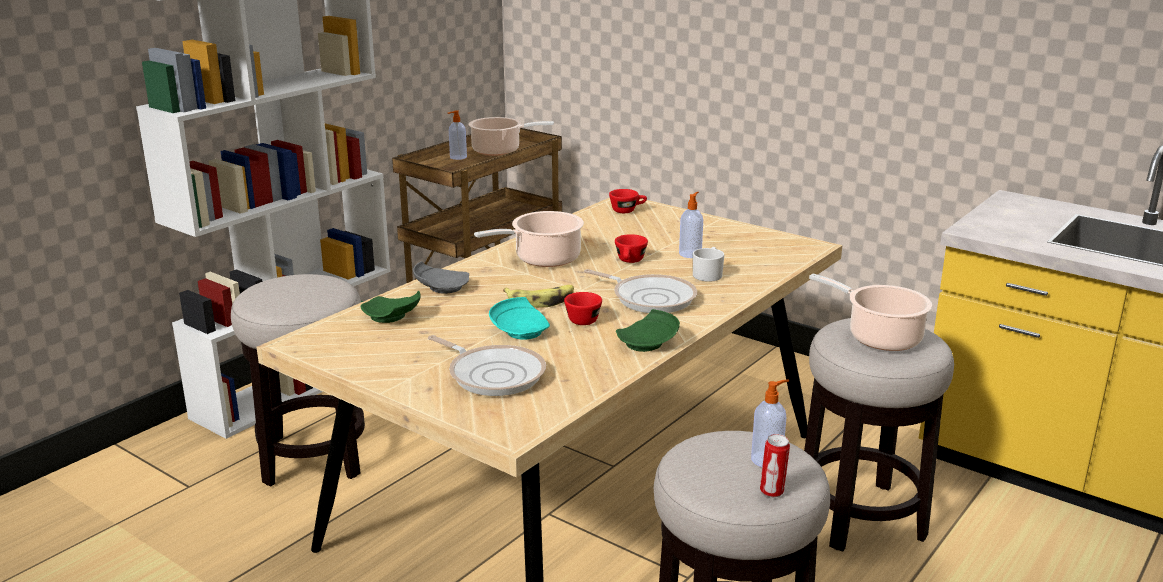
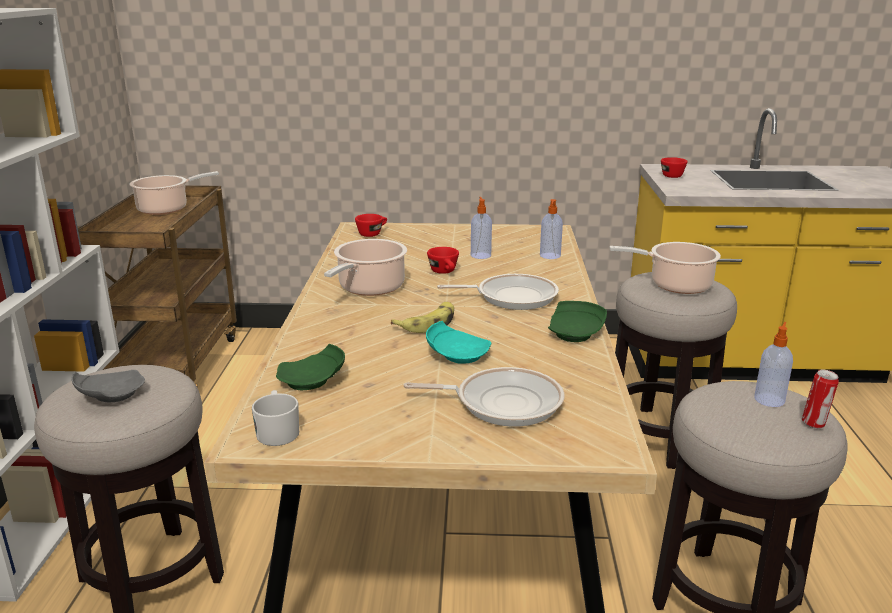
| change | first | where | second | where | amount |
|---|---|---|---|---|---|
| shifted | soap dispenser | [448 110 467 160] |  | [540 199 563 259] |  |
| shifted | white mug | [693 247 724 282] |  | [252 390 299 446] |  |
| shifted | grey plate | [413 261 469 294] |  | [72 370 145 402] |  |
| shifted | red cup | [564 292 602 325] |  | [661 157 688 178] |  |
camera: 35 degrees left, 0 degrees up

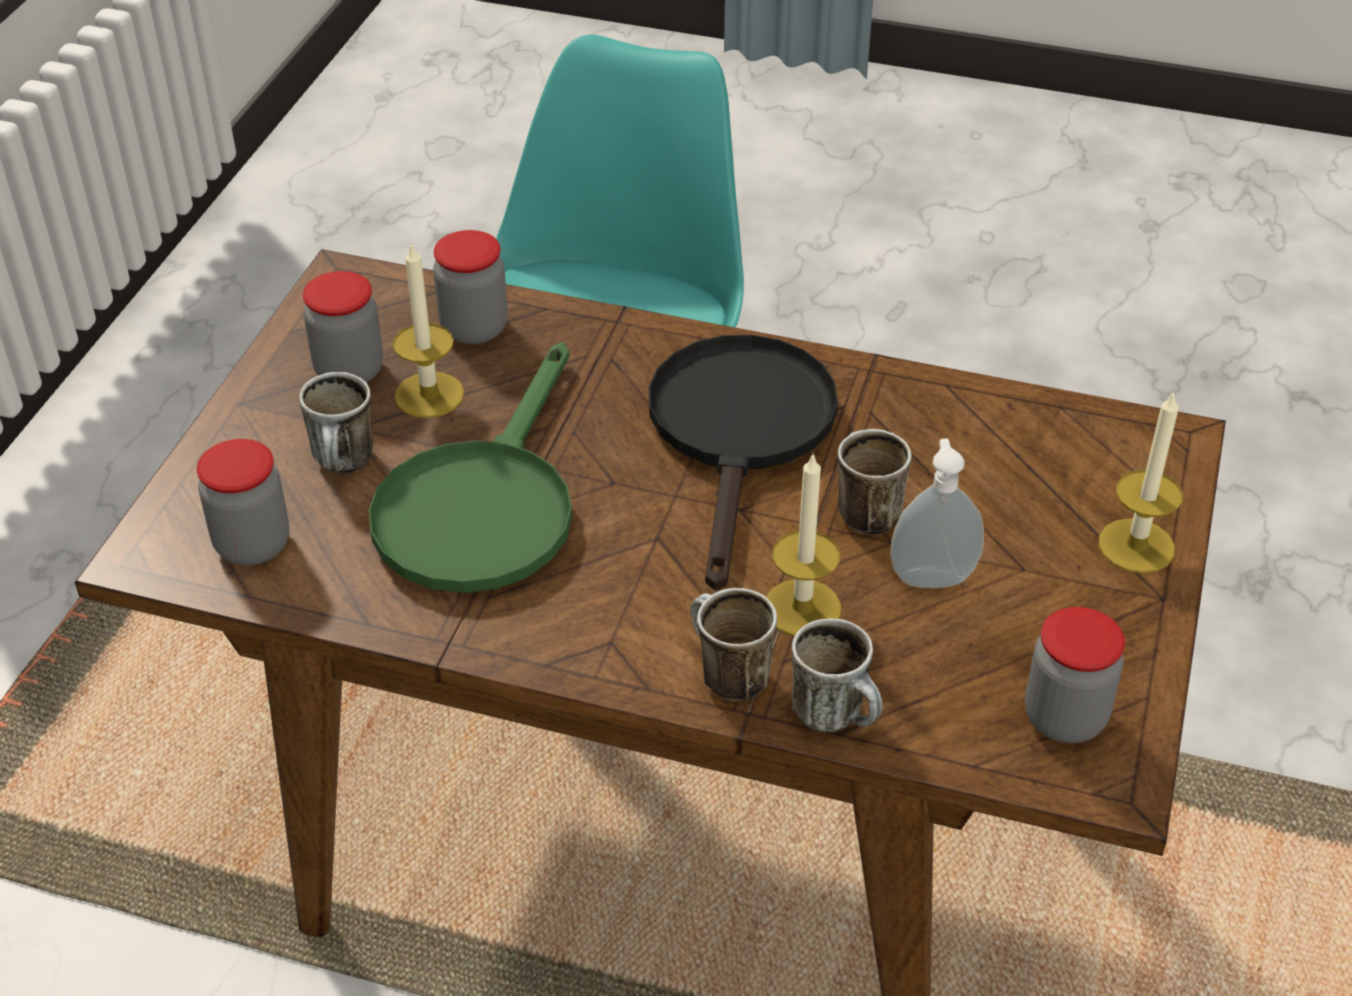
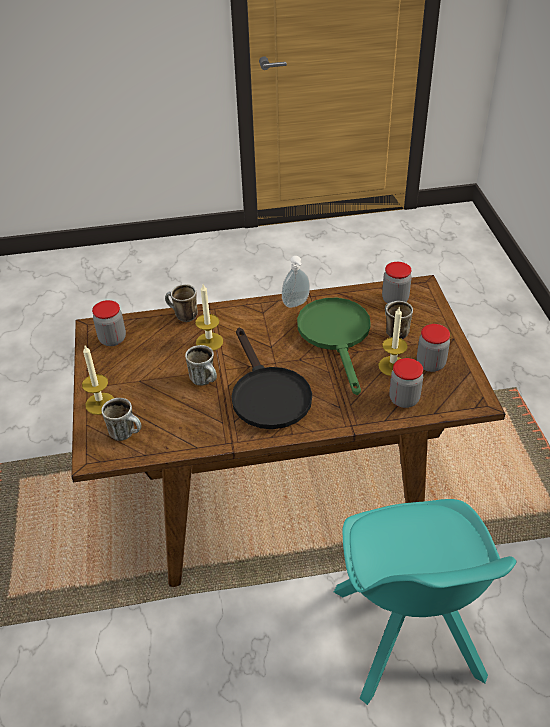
| change | first | where | second | where | amount |
|---|---|---|---|---|---|
| shifted | soap dispenser | [890 439 984 588] |  | [282 256 310 308] |  |
| shifted | mug | [690 588 777 701] |  | [101 398 141 441] |  |
camera: 155 degrees right, 0 degrees up

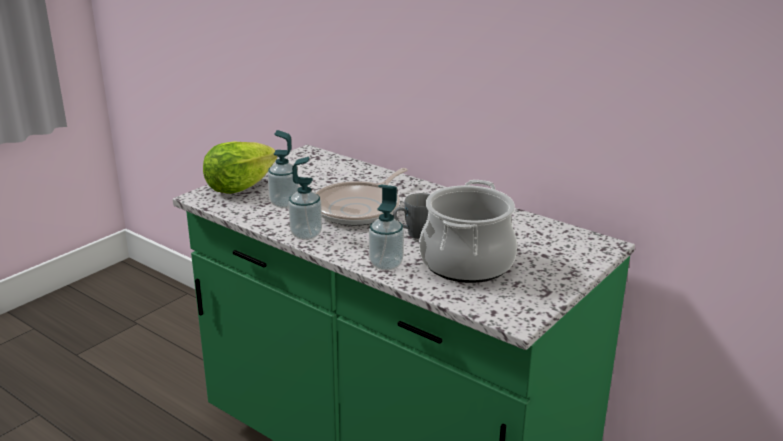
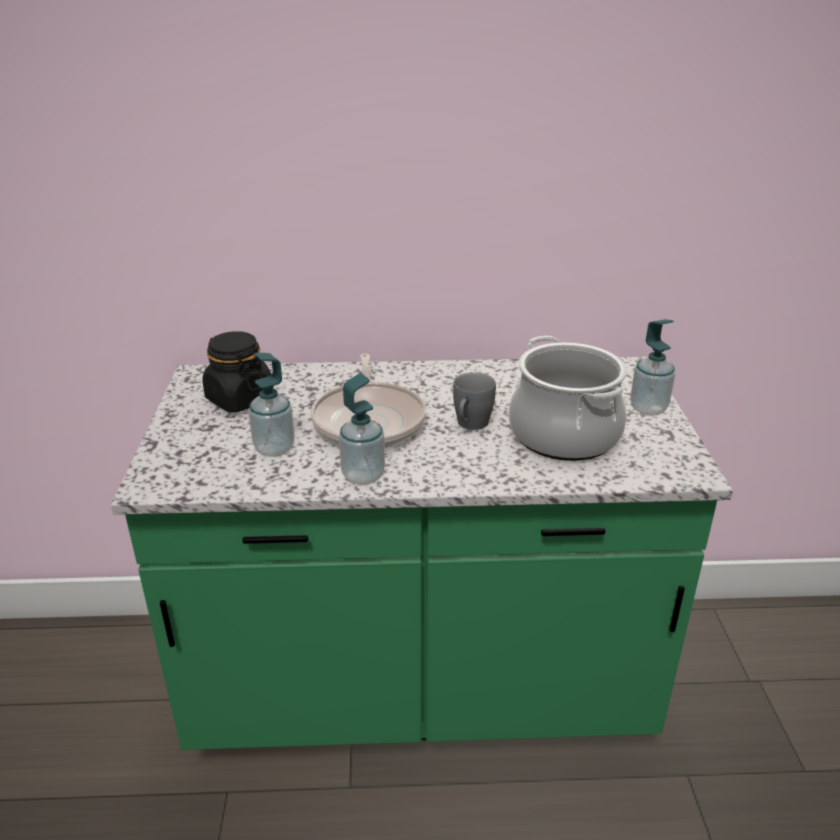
| change | first | where | second | where | amount |
|---|---|---|---|---|---|
| gone | lettuce | [203 141 277 194] |  |  |  |
| shifted | soap dispenser | [369 184 404 270] |  | [630 319 675 416] |  |
| new |  |  | black jar | [202 331 273 412] |  |
camera: 40 degrees left, 5 degrees up

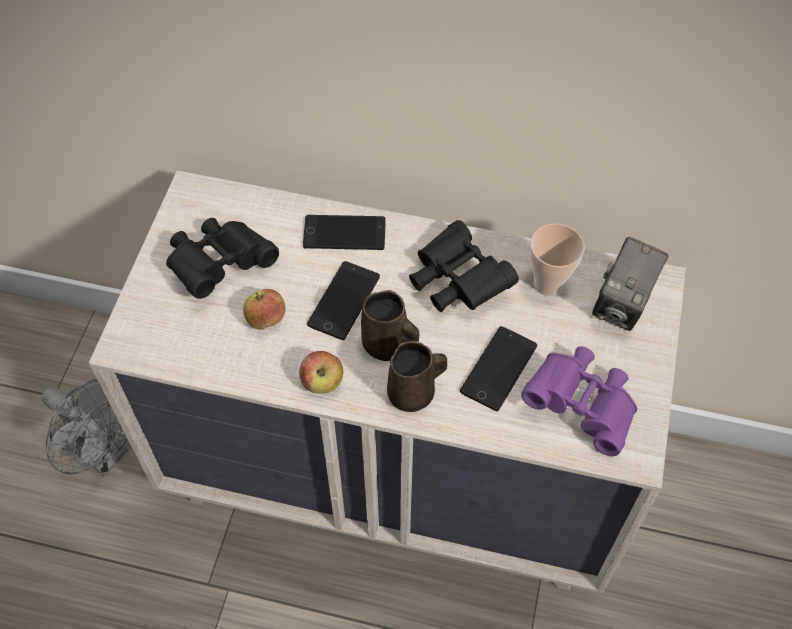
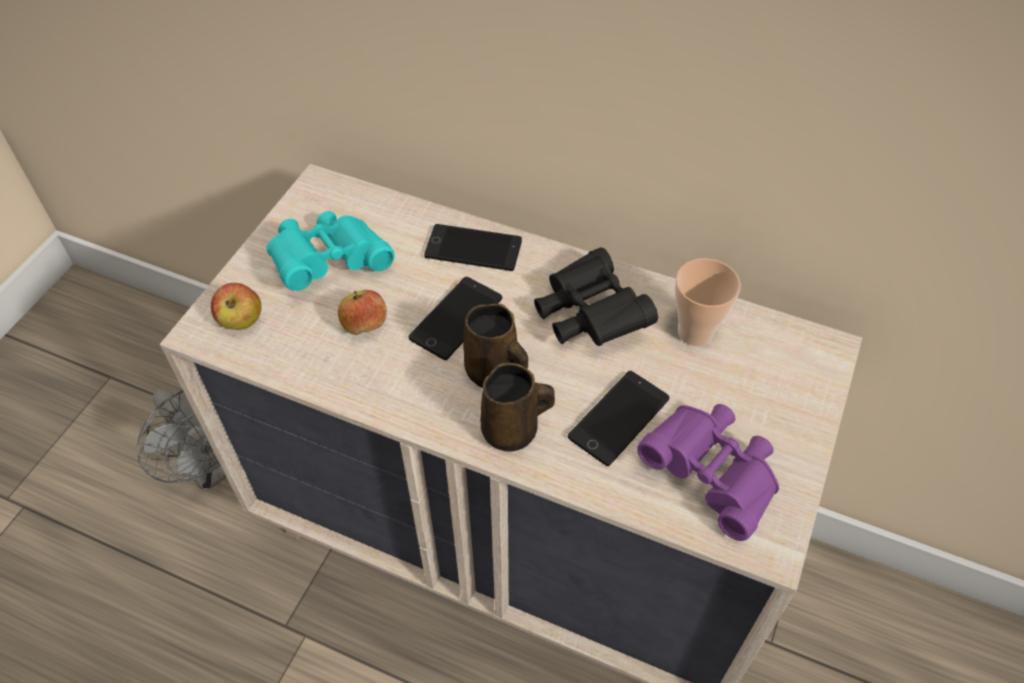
| change | first | where | second | where | amount |
|---|---|---|---|---|---|
| repainted | black binoculars | [166 218 279 299] | turquoise binoculars | [267 211 395 291] |  |
| gone | photo camera | [592 237 669 331] |  |  |  |
| shifted | apple | [299 351 343 394] |  | [211 283 261 330] |  |
camera: 10 degrees right, 5 degrees down

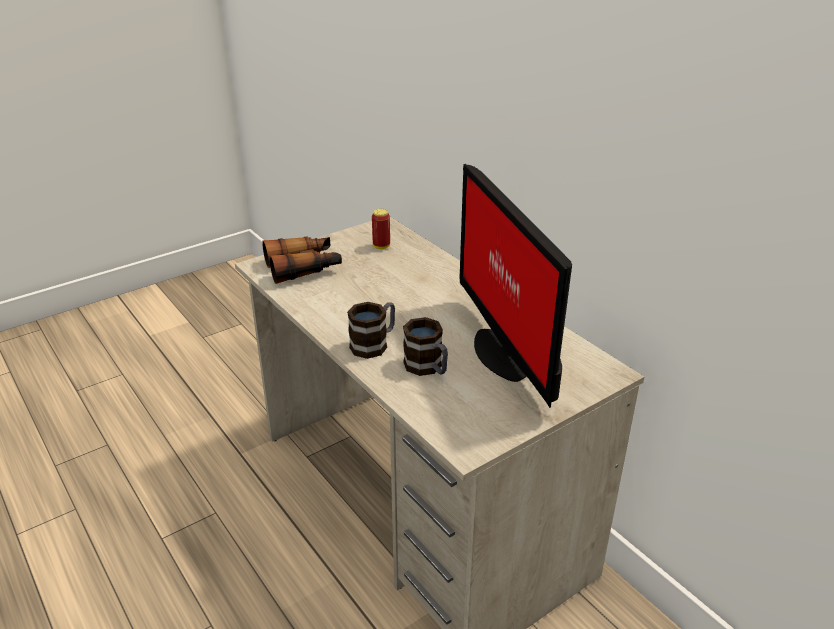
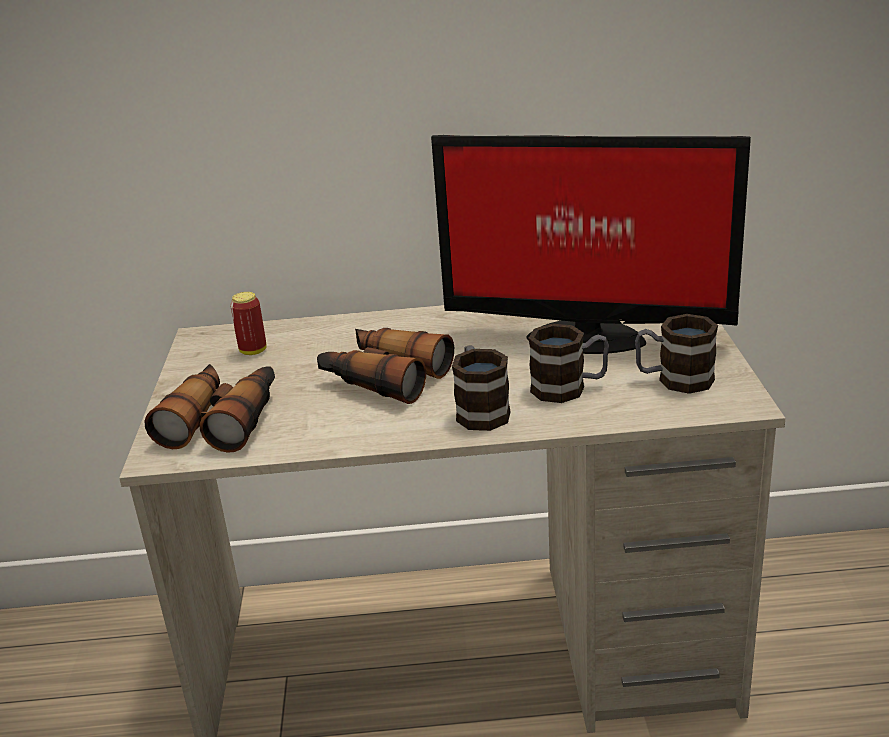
| change | first | where | second | where | amount |
|---|---|---|---|---|---|
| new |  |  | mug | [635 314 718 394] |  |
| new |  |  | binoculars | [317 328 454 404] |  |
camera: 55 degrees left, 5 degrees down

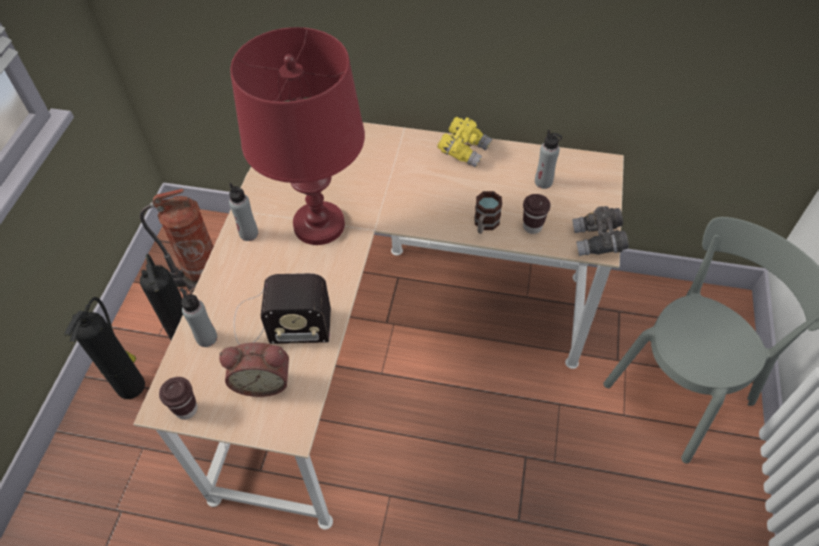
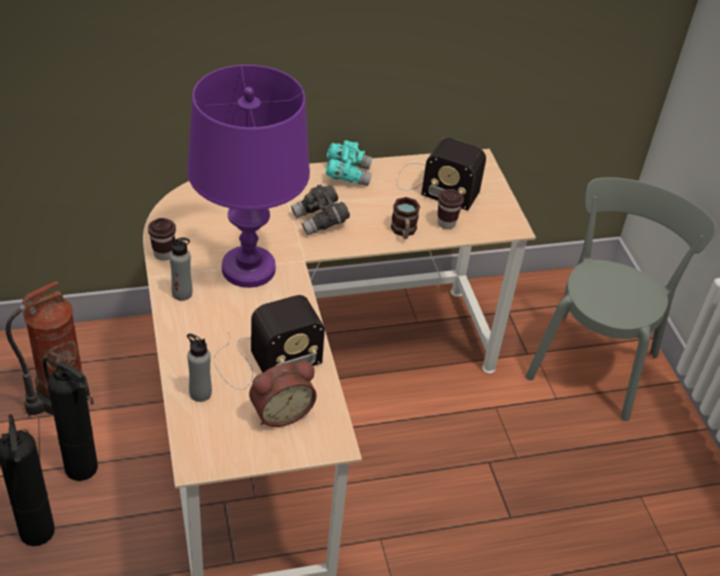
| change | first | where | second | where | amount |
|---|---|---|---|---|---|
| repainted | red table lamp | [230 27 365 245] | purple table lamp | [187 65 310 288] |  |
| repainted | yellow binoculars | [437 117 492 168] | turquoise binoculars | [325 140 372 186] |  |
| swapped | grey bottle | [535 130 562 189] | radio | [397 138 486 211] |  |
| shifted | grey binoculars | [572 206 629 256] |  | [291 185 350 235] |  |
| shifted | brown cup | [159 377 198 420] |  | [148 218 176 261] |  |
camera: 30 degrees left, 10 degrees down

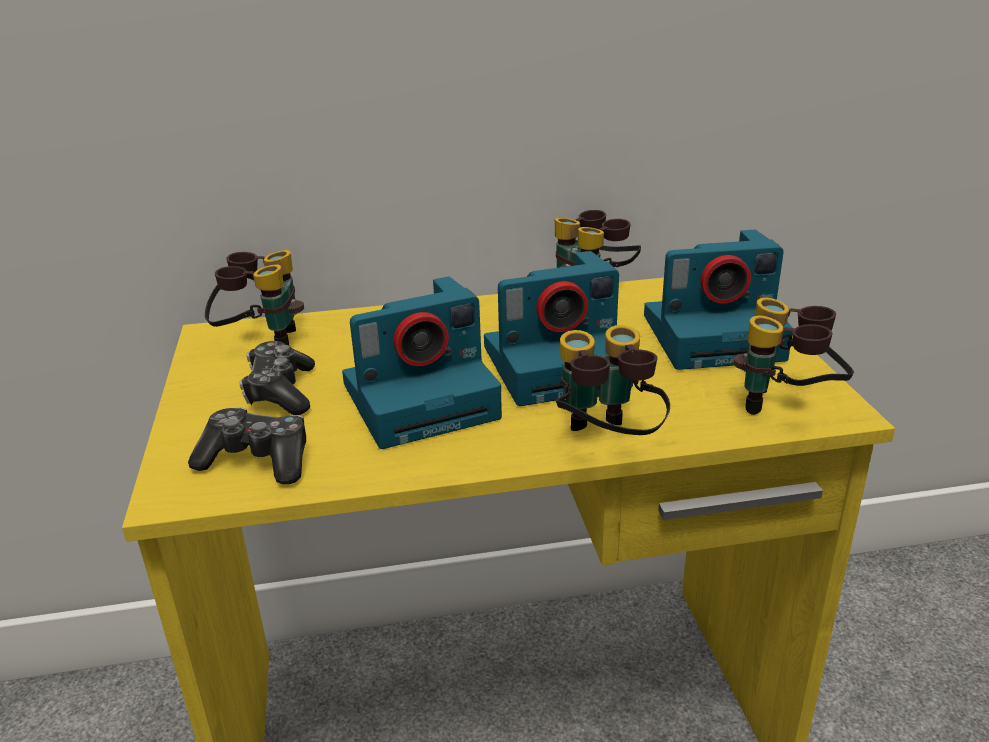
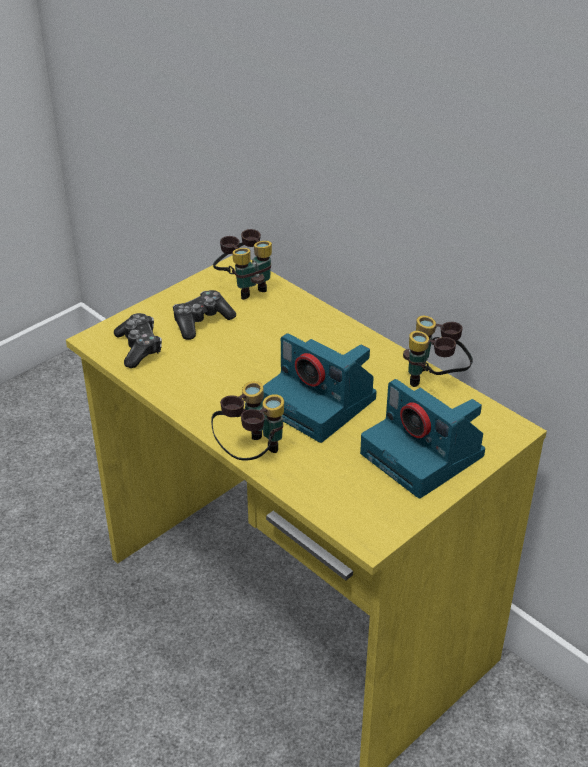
| change | first | where | second | where | amount |
|---|---|---|---|---|---|
| gone | photo camera | [342 276 502 449] |  |  |  |
| gone | binoculars | [733 298 854 415] |  |  |  |
camera: 55 degrees right, 10 degrees up

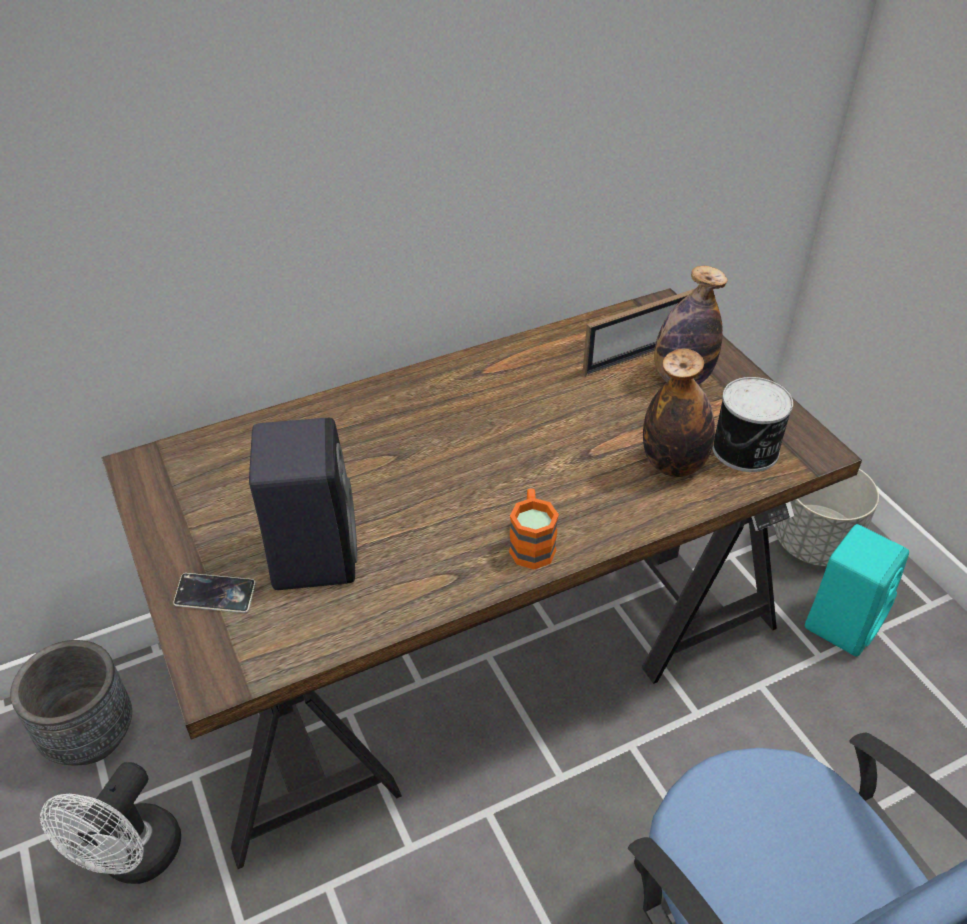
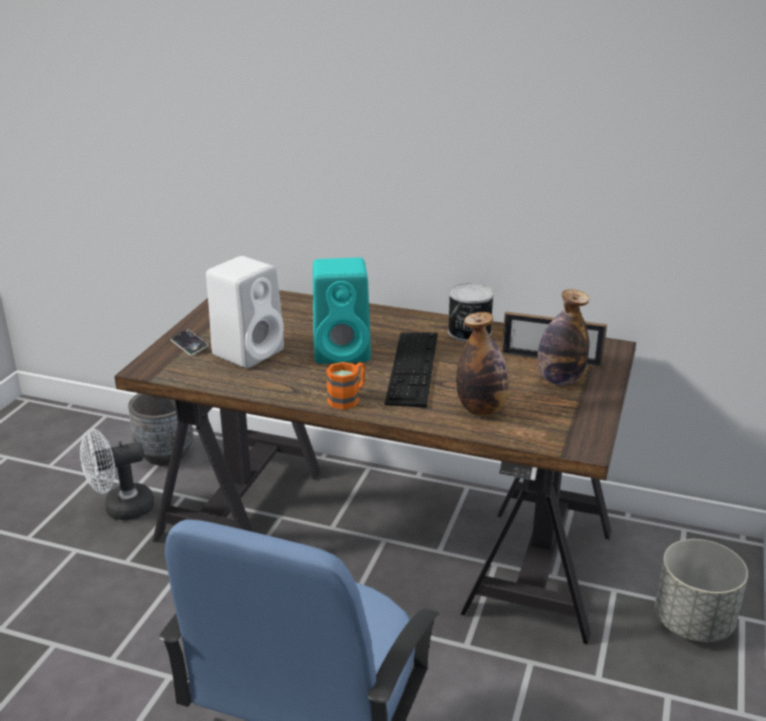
| change | first | where | second | where | amount |
|---|---|---|---|---|---|
| shifted | can | [712 377 793 472] |  | [448 283 494 342] |  |
| repainted | black speaker | [249 418 357 590] | white speaker | [206 256 284 368] |  |
| shifted | turquoise speaker | [805 524 909 657] |  | [313 258 371 364] |  |
| new |  |  | keyboard | [385 332 438 408] |  |
camera: 45 degrees right, 15 degrees down

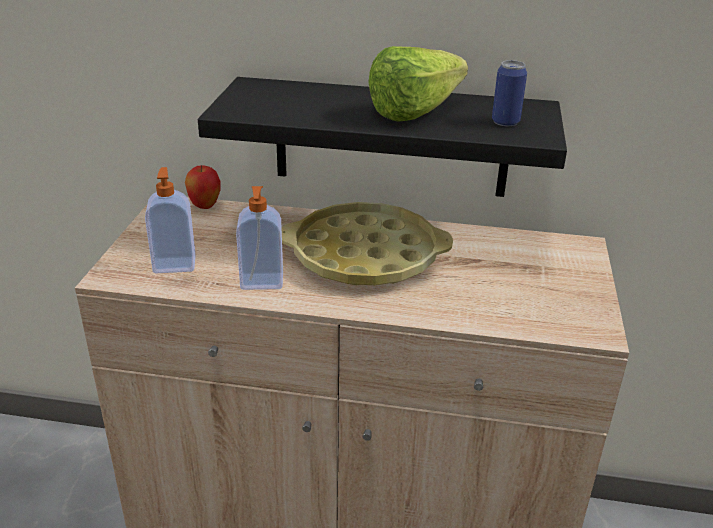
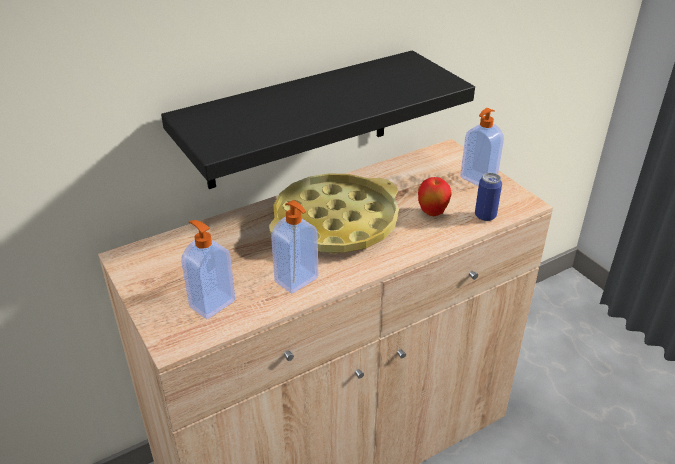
| change | first | where | second | where | amount |
|---|---|---|---|---|---|
| gone | lettuce | [368 46 468 122] |  |  |  |
| shifted | can | [492 60 527 126] |  | [475 173 502 221] |  |
| shifted | apple | [185 165 220 209] |  | [418 177 451 216] |  |
| new |  |  | soap dispenser | [460 108 504 186] |  |
camera: 40 degrees left, 5 degrees up

